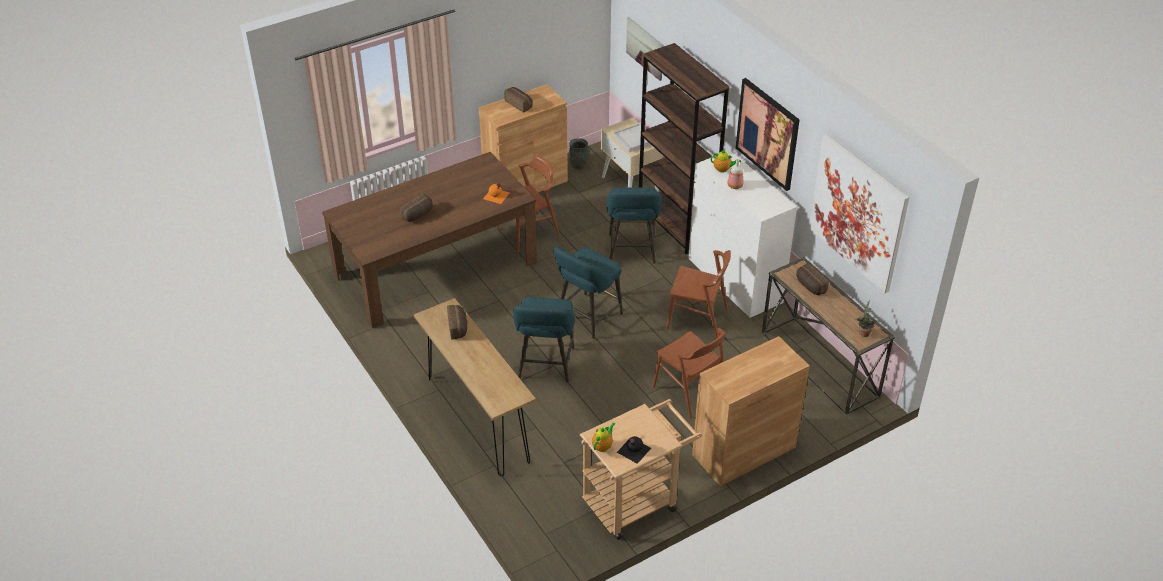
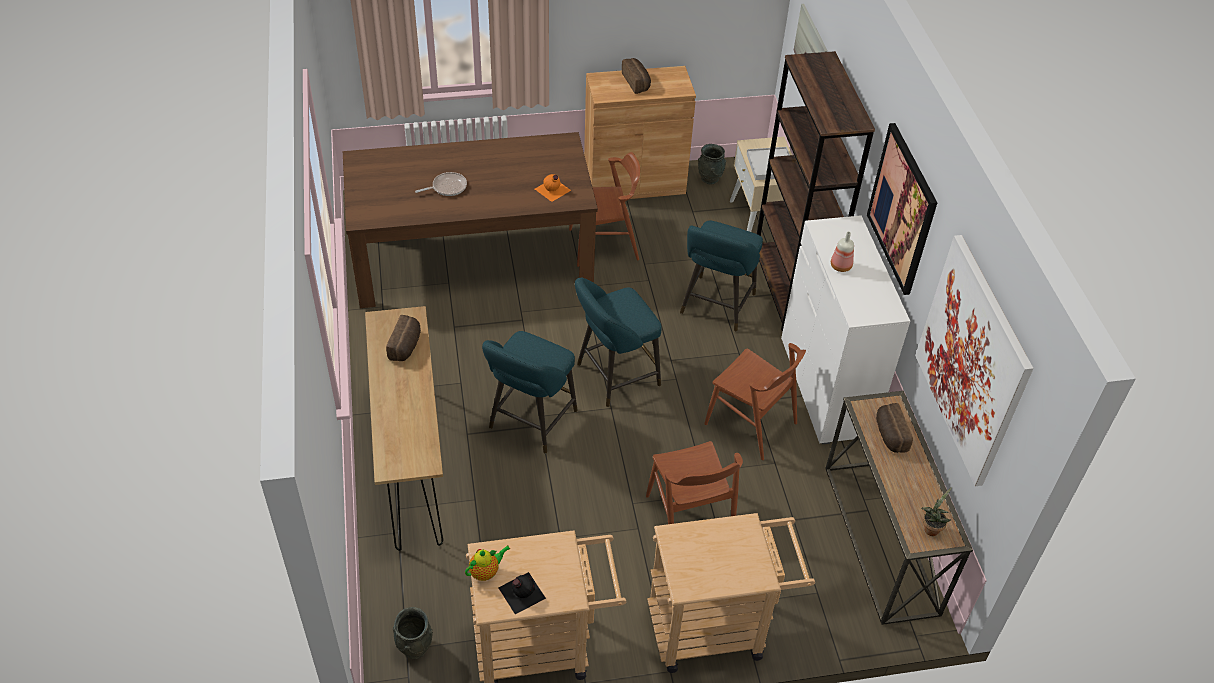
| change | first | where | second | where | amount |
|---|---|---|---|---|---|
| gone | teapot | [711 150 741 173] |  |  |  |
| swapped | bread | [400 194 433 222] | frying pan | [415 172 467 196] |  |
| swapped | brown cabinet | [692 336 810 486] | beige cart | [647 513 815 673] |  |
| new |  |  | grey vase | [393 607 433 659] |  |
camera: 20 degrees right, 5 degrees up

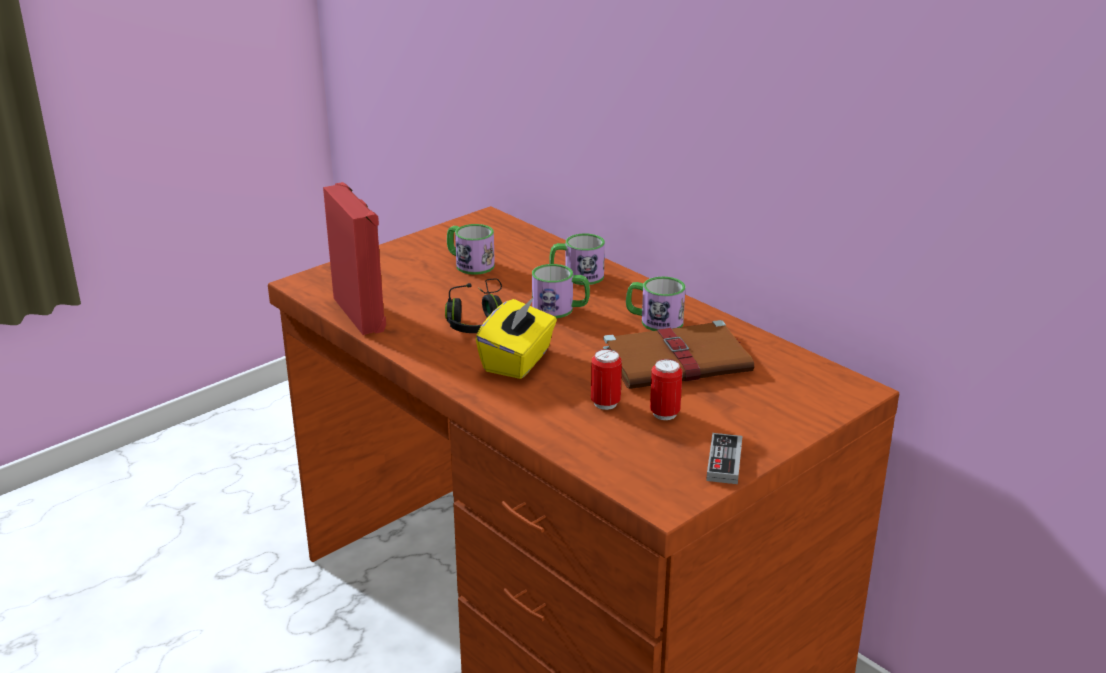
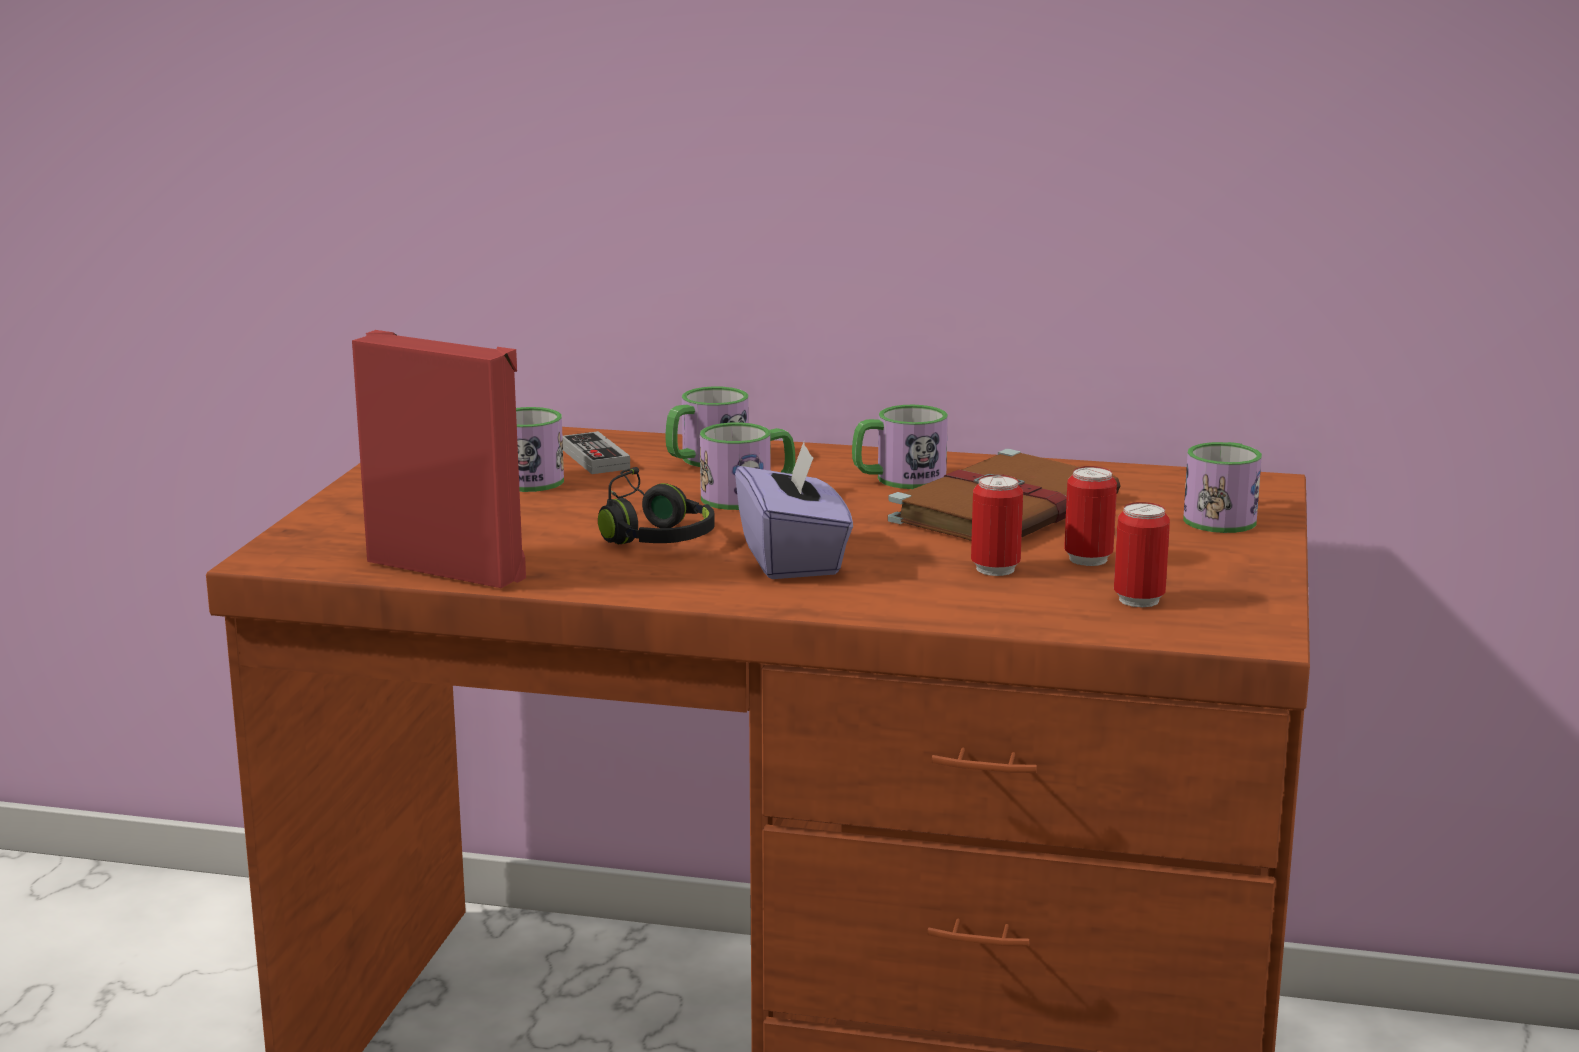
| change | first | where | second | where | amount |
|---|---|---|---|---|---|
| repainted | yellow tissue box | [476 297 557 379] | purple tissue box | [735 442 853 579] |  |
| shifted | game controller | [706 433 742 484] |  | [562 431 630 474] |  |
| new |  |  | mug | [1183 442 1262 533] |  |
| new |  |  | can | [1114 502 1170 608] |  |
camera: 35 degrees left, 10 degrees down

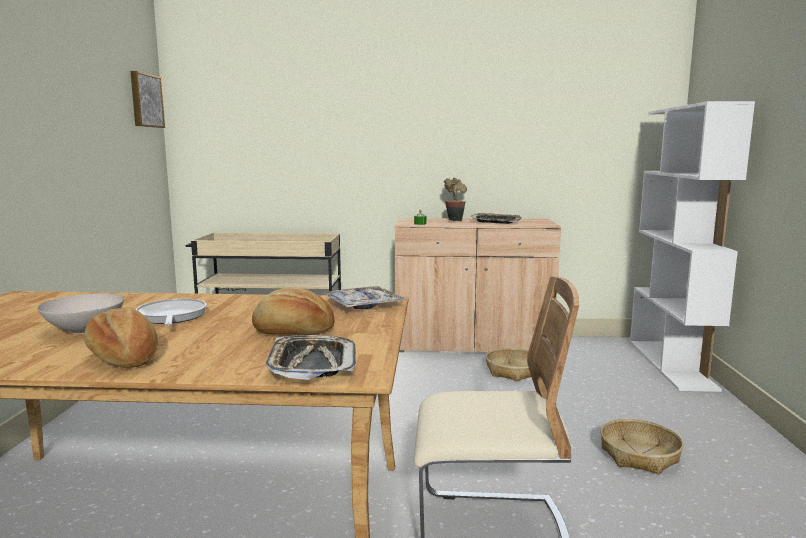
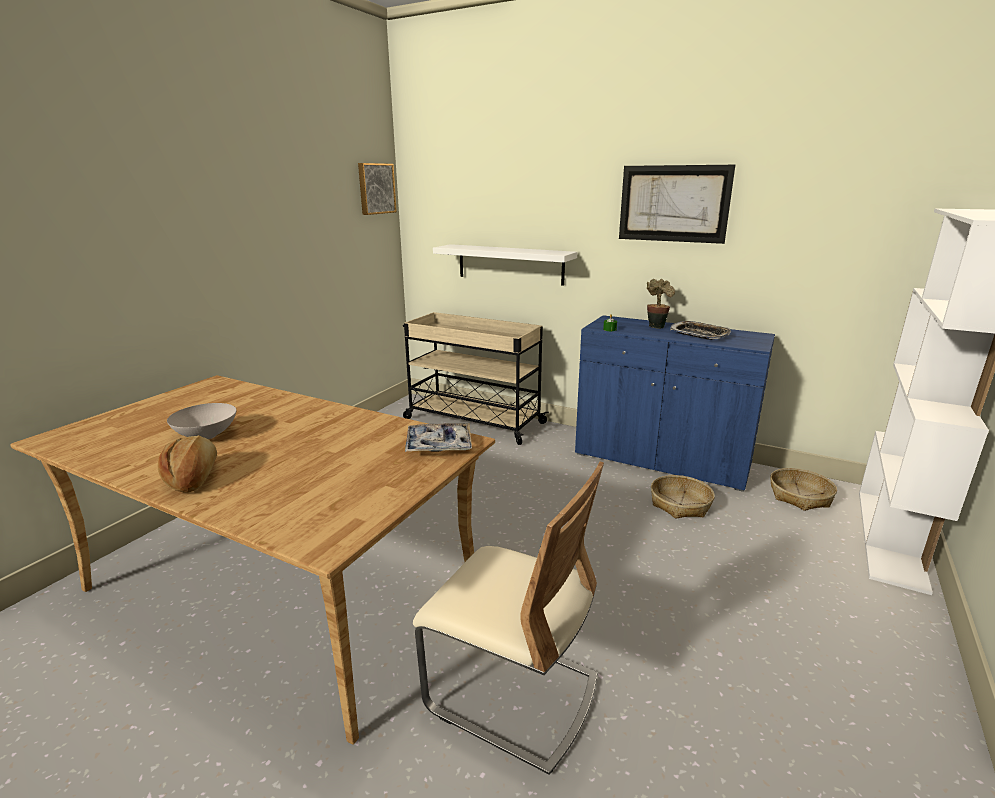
| change | first | where | second | where | amount |
|---|---|---|---|---|---|
| repainted | beige cabinet | [395 218 561 352] | blue cabinet | [575 315 775 492] |  |
| gone | bread | [252 287 335 335] |  |  |  |
| gone | frying pan | [136 299 207 325] |  |  |  |
| gone | tray | [265 335 356 380] |  |  |  |
| shifted | basket | [600 419 684 474] |  | [770 468 837 511] |  |
| new |  |  | picture | [619 165 735 244] |  |
| new |  |  | white shelf | [433 244 577 286] |  |
camera: 25 degrees right, 10 degrees up

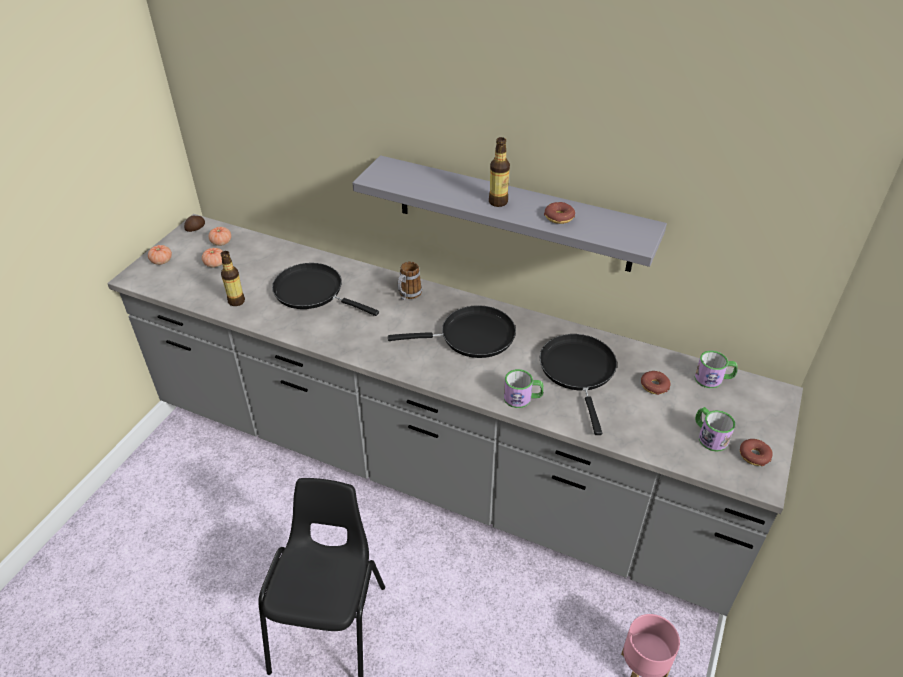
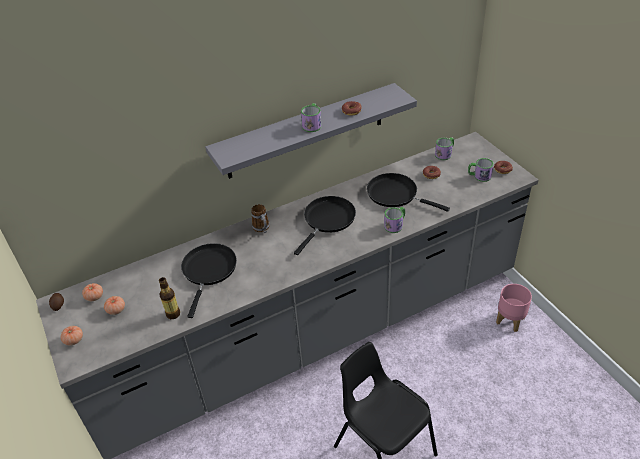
| change | first | where | second | where | amount |
|---|---|---|---|---|---|
| swapped | bottle | [489 137 510 207] | mug | [301 103 321 132] |  |
| rotated | black frying pan | [272 263 379 316] |  | [181 243 237 318] | 120 degrees clockwise |
camera: 50 degrees left, 0 degrees up

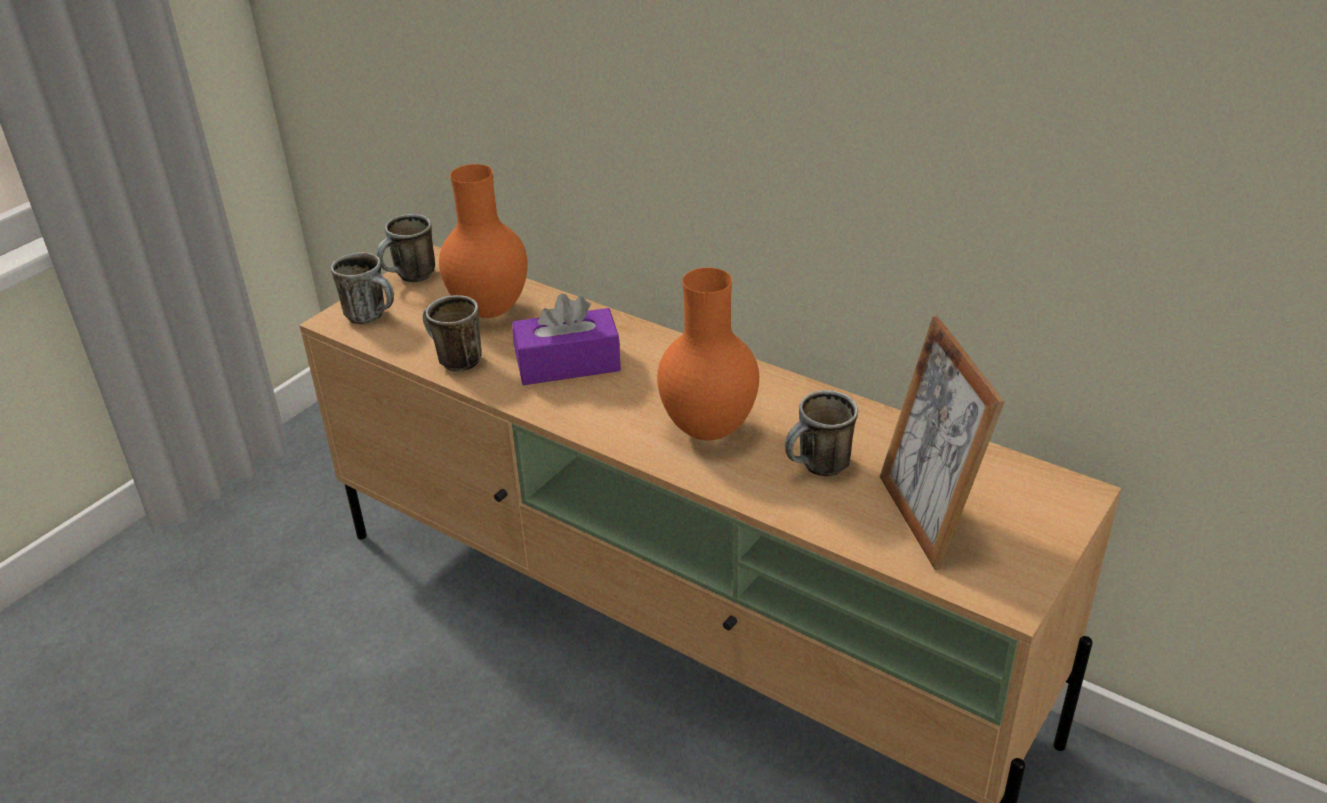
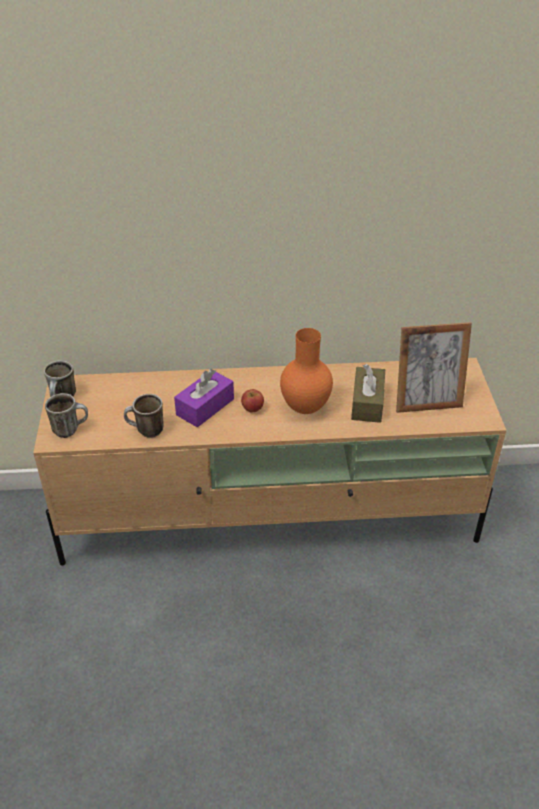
| change | first | where | second | where | amount |
|---|---|---|---|---|---|
| gone | orange vase | [439 164 528 318] |  |  |  |
| rotated | picture frame | [880 316 1004 570] |  | [396 322 472 413] | 45 degrees counterclockwise |
| swapped | mug | [785 390 858 476] | brown tissue box | [351 364 385 423] |  |
| new |  |  | apple | [241 389 264 413] |  |
camera: 40 degrees left, 5 degrees up

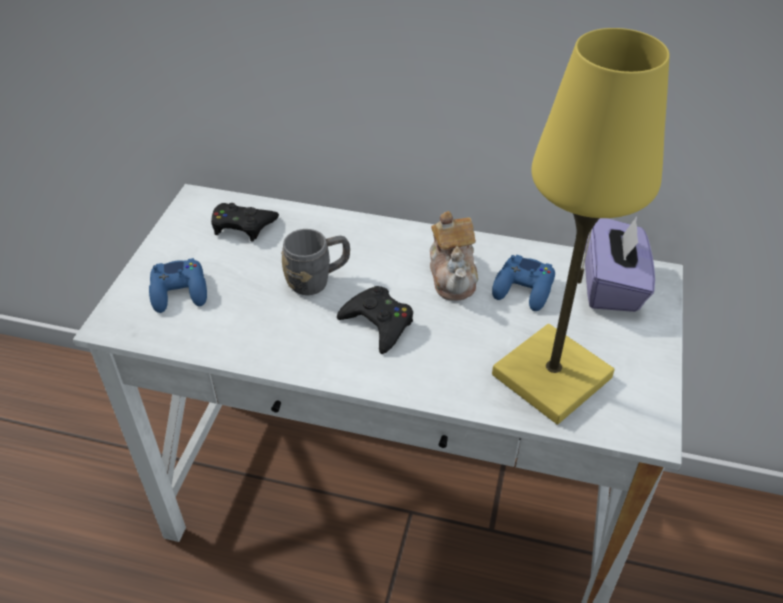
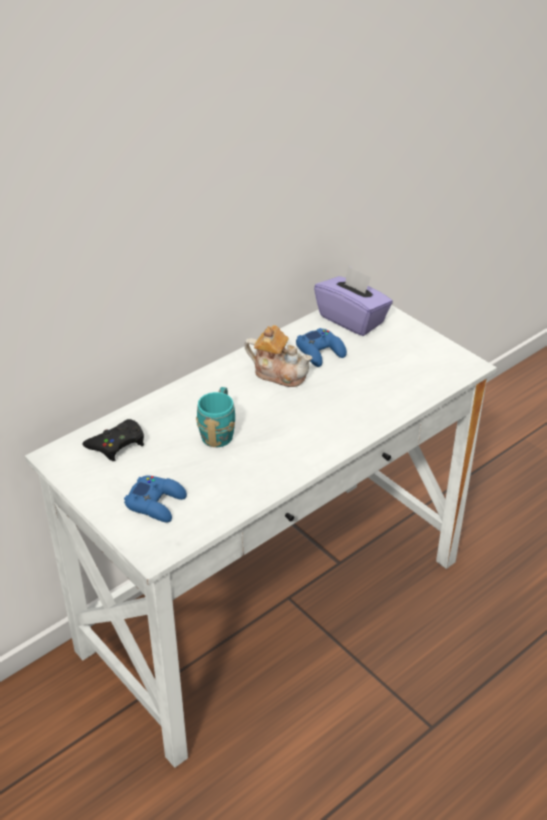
| change | first | where | second | where | amount |
|---|---|---|---|---|---|
| gone | yellow table lamp | [492 28 670 424] |  |  |  |
| repainted | grey mug | [281 229 350 295] | turquoise mug | [196 387 235 447] |  |
| gone | black game controller | [337 286 413 354] |  |  |  |
camera: 55 degrees left, 5 degrees down

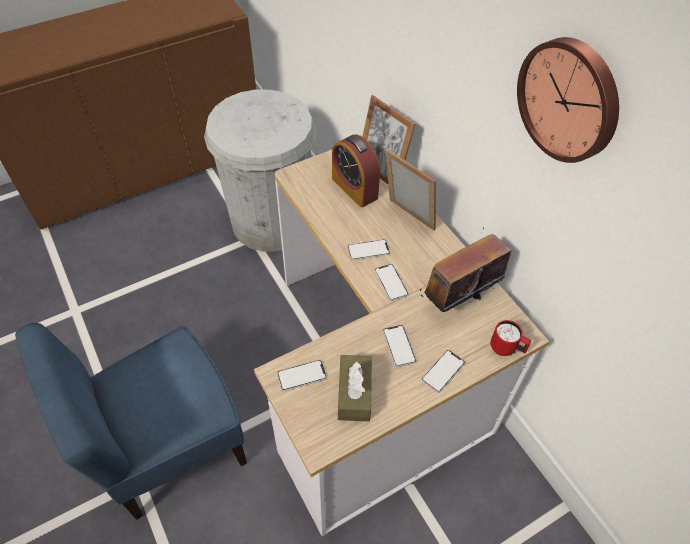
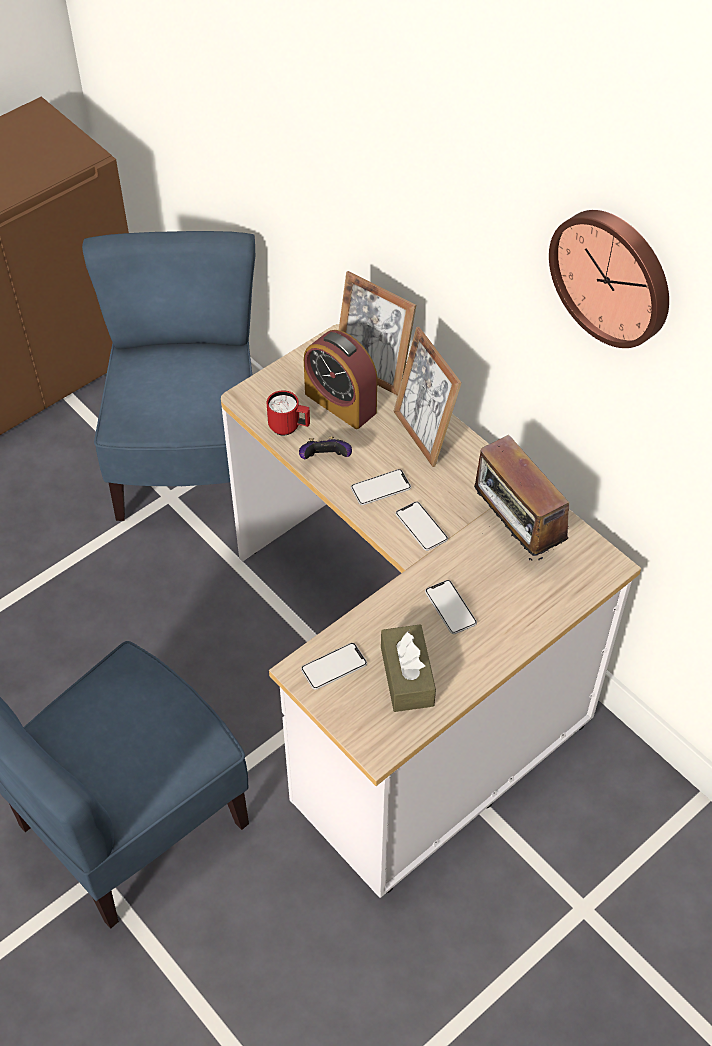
| change | first | where | second | where | amount |
|---|---|---|---|---|---|
| swapped | white trash can | [204 89 316 252] | blue chair | [82 231 255 521] |  |
| rotated | picture frame | [385 149 436 230] |  | [394 327 462 467] | 150 degrees counterclockwise |
| rotated | radio | [420 227 518 312] |  | [474 435 569 560] | 75 degrees counterclockwise |
| shifted | red mug | [491 320 531 356] |  | [267 390 310 436] |  |
| gone | phone | [421 350 465 393] |  |  |  |
| new |  |  | game controller | [299 436 352 459] |  |
camera: 10 degrees left, 0 degrees up

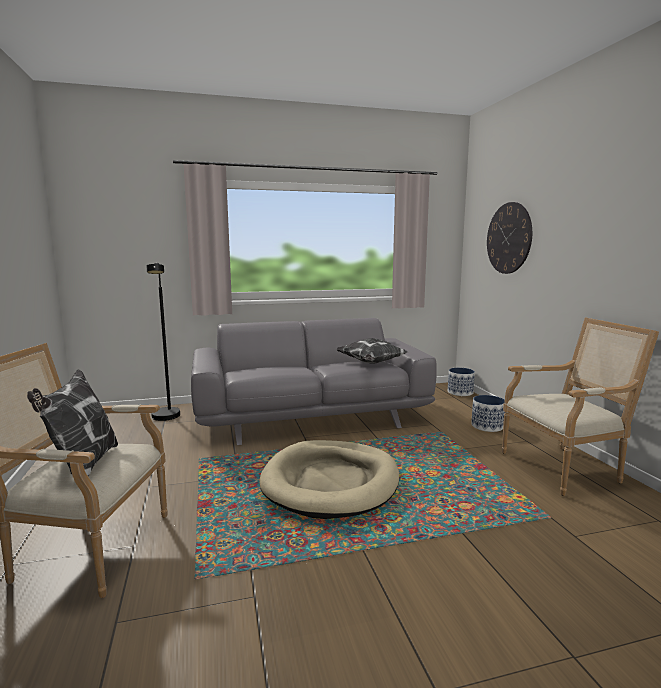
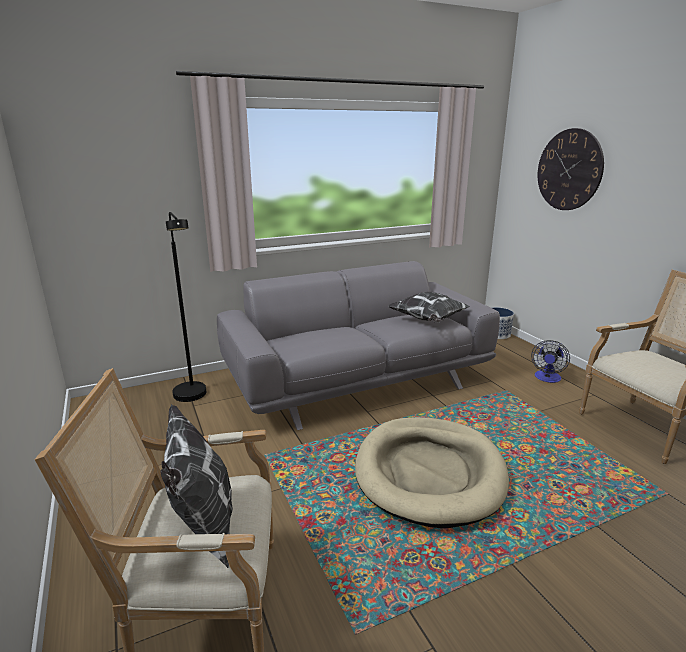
| change | first | where | second | where | amount |
|---|---|---|---|---|---|
| swapped | planter | [471 395 505 432] | fan | [531 340 570 383] |  |
camera: 10 degrees left, 10 degrees up

